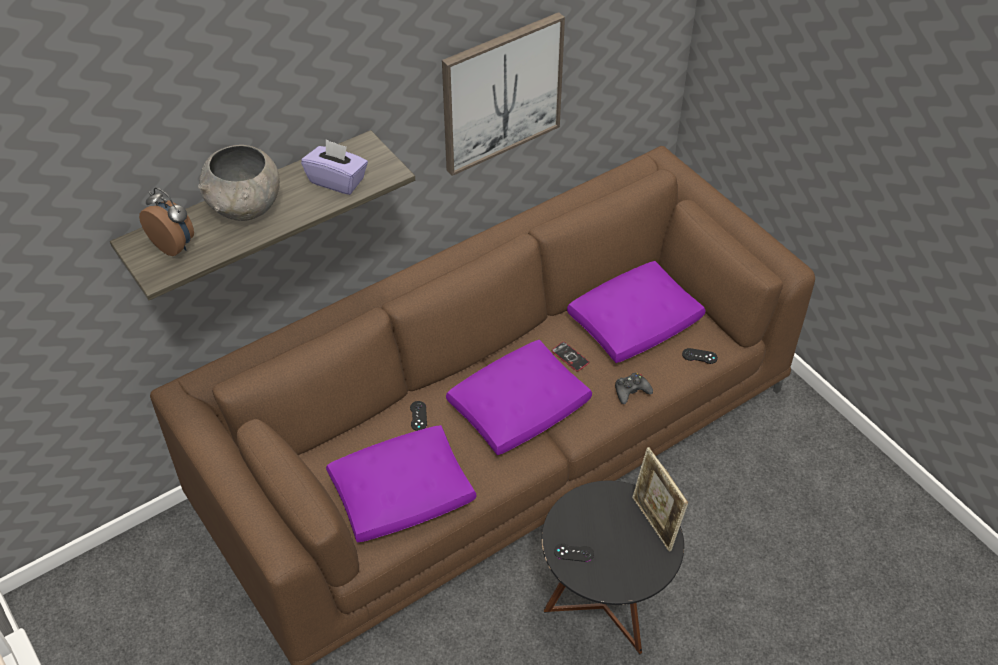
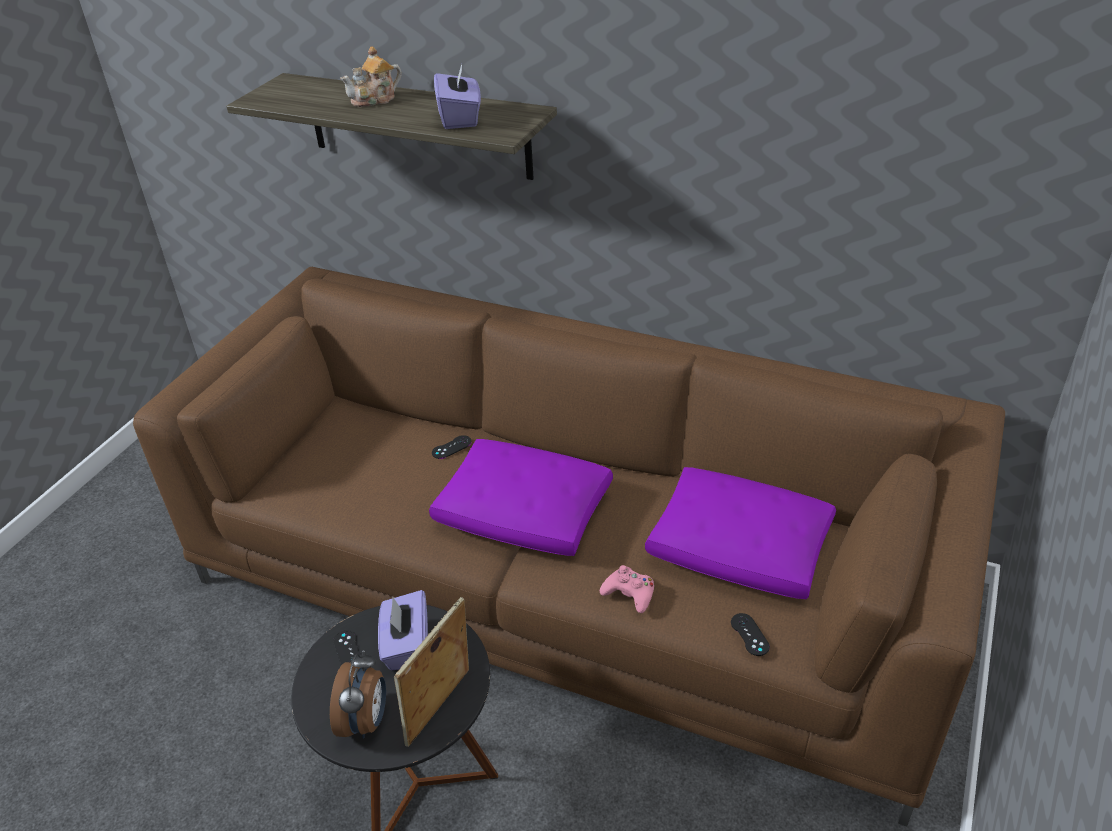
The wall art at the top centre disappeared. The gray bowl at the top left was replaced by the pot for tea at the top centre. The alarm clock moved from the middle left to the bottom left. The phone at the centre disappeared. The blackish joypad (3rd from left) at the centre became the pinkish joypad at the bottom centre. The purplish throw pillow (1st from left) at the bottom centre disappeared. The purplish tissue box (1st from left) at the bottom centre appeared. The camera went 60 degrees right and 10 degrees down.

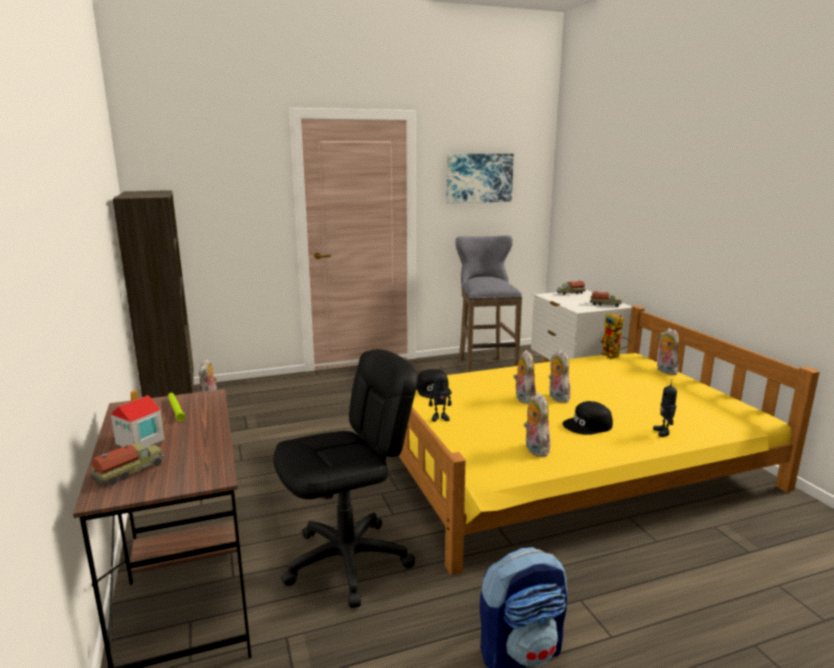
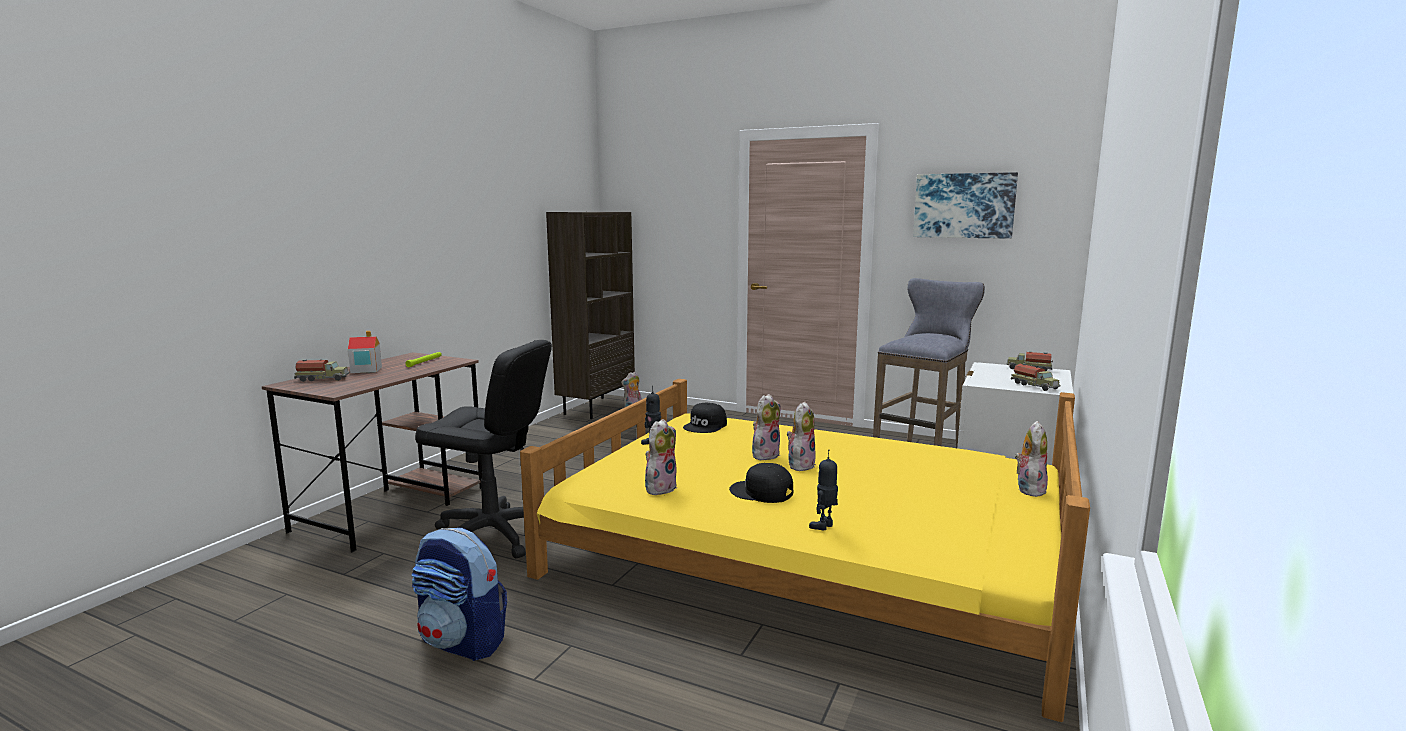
The model robot (2nd from left) at the middle right disappeared. The camera went 45 degrees right and 5 degrees down.

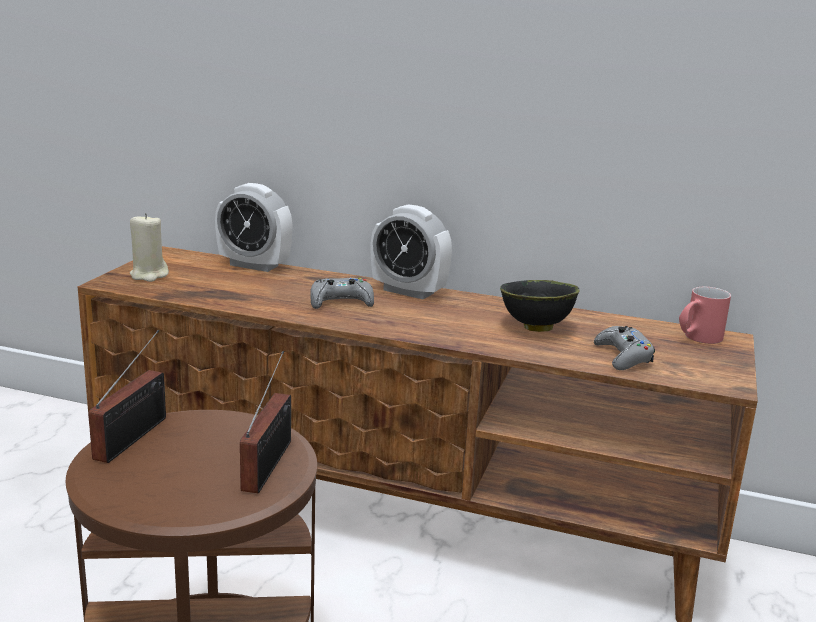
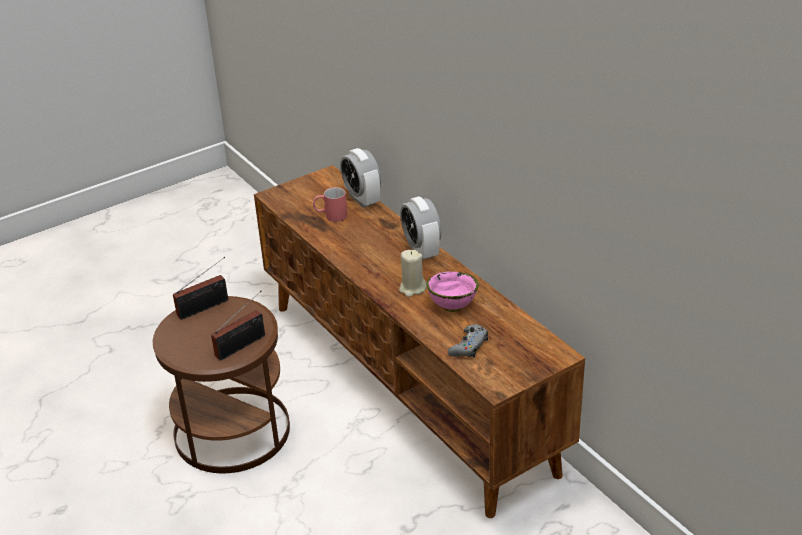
The sand-coloured wax light moved from the middle left to the centre. The gray joypad (1st from left) at the centre disappeared. The blackish bowl at the centre became the pinkish bowl at the centre. The reddish tea mug moved from the middle right to the centre. The camera went 40 degrees right and 15 degrees up.

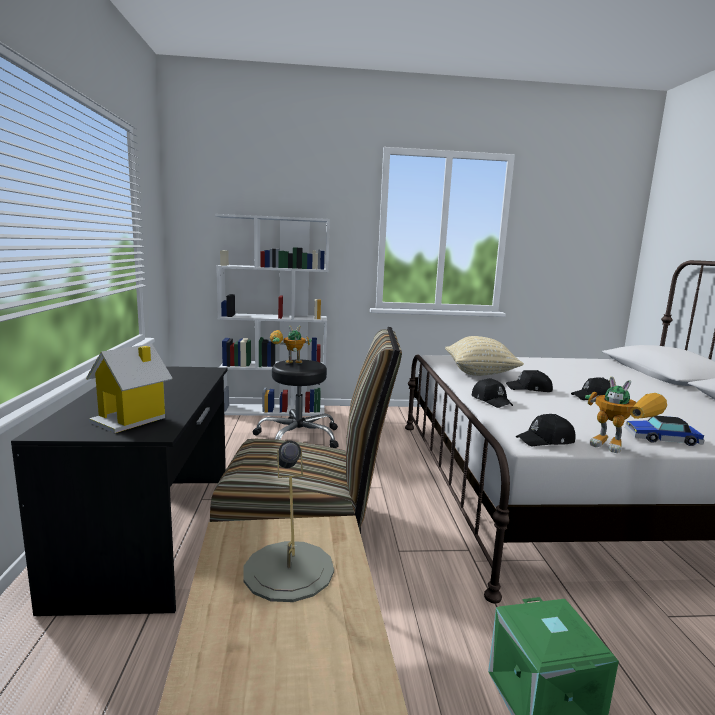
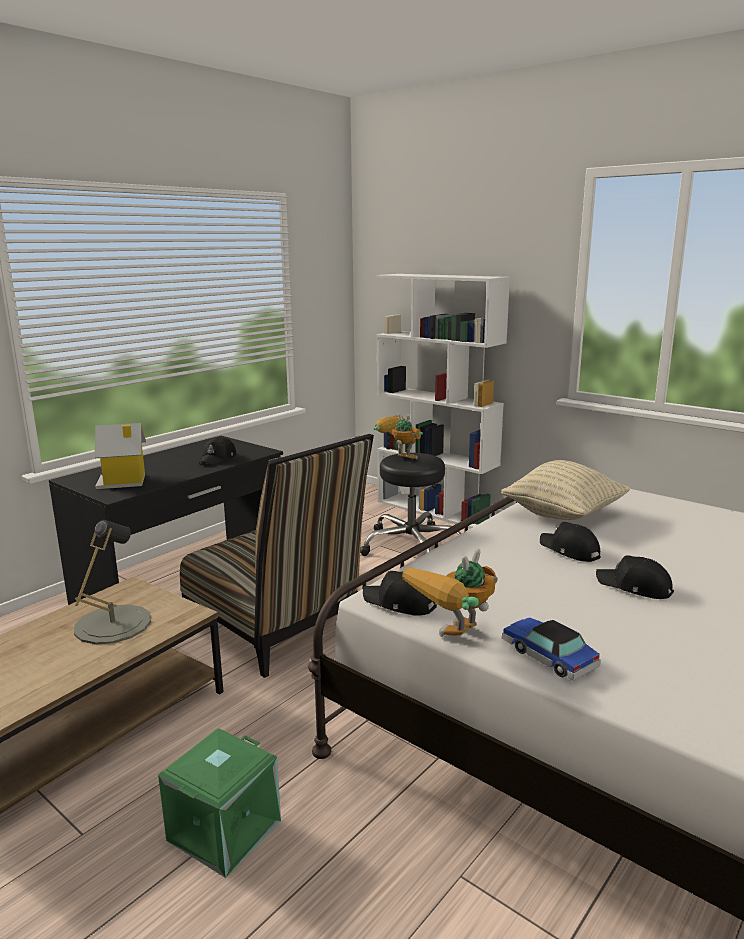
The model robot (2nd from left) at the middle right turned 45 degrees clockwise. The blackish baseball cap (1st from left) moved from the middle right to the middle left. The camera went 45 degrees right and 5 degrees up.

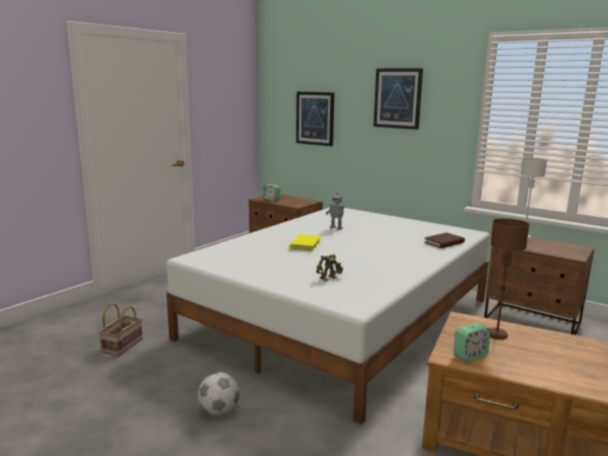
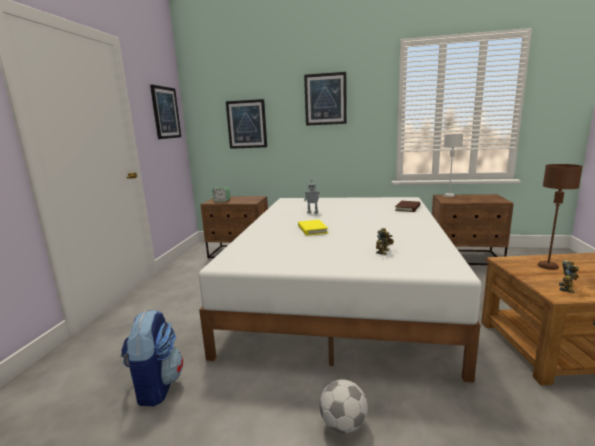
The basket at the bottom left was replaced by the knapsack at the bottom left. The alarm clock (2nd from left) at the bottom right was replaced by the model robot (3rd from left) at the middle right. The wall art (1st from left) at the top left appeared. The camera went 25 degrees left and 0 degrees up.

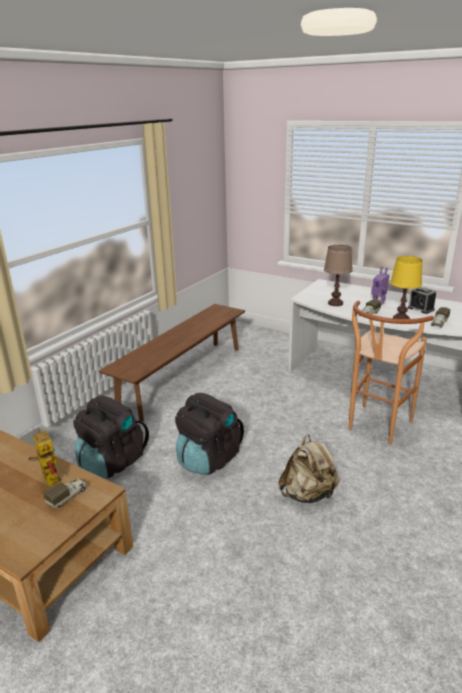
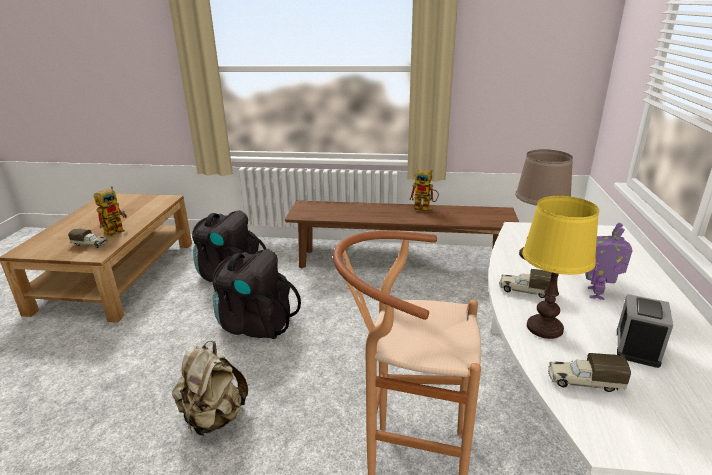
The model robot (2nd from left) at the centre appeared. The camera went 65 degrees right and 0 degrees up.

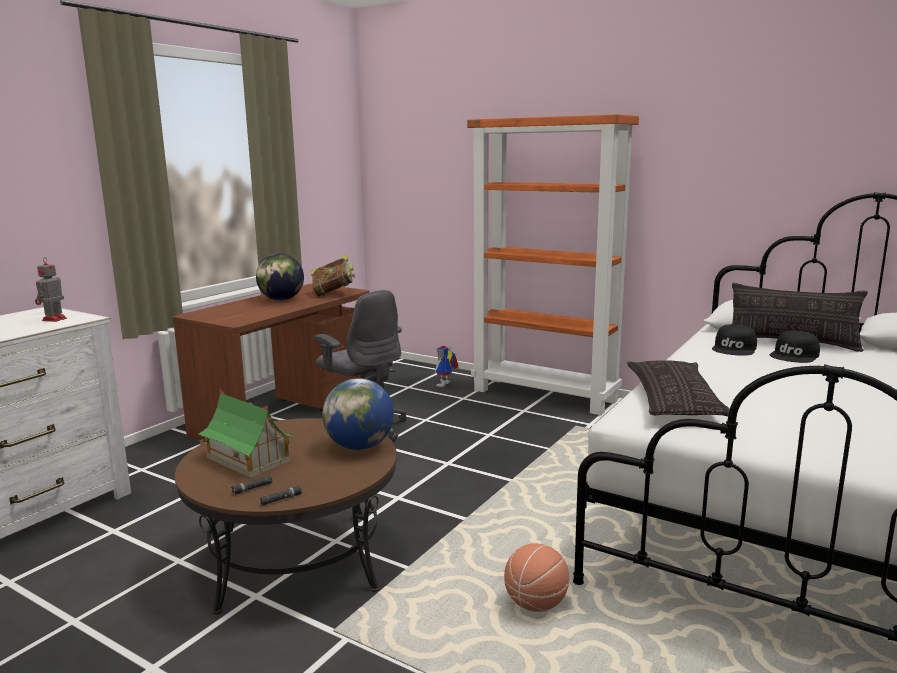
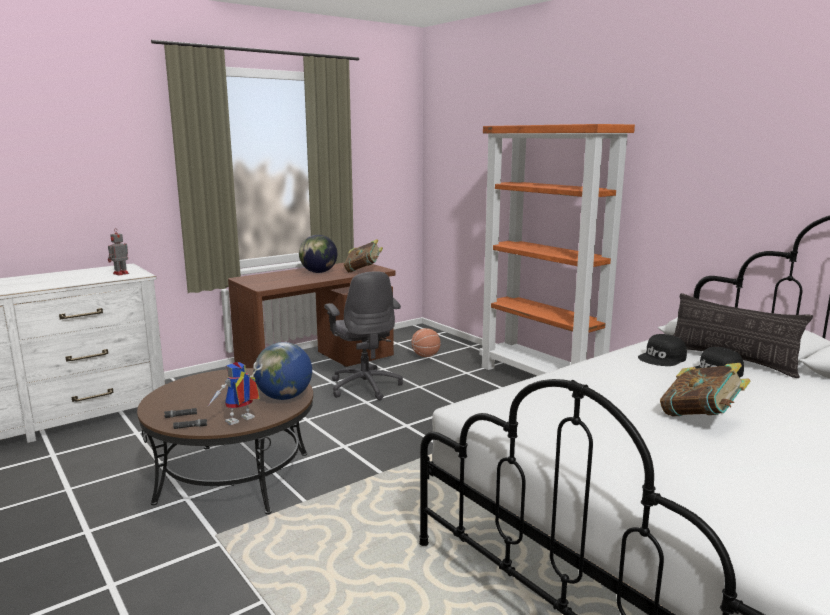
The model robot (2nd from left) moved from the centre to the middle left. The throw pillow (1st from left) at the middle right disappeared. The model house at the middle left disappeared. The basketball moved from the bottom centre to the centre. The book (2nd from left) at the middle right appeared. The camera went 20 degrees right and 0 degrees up.

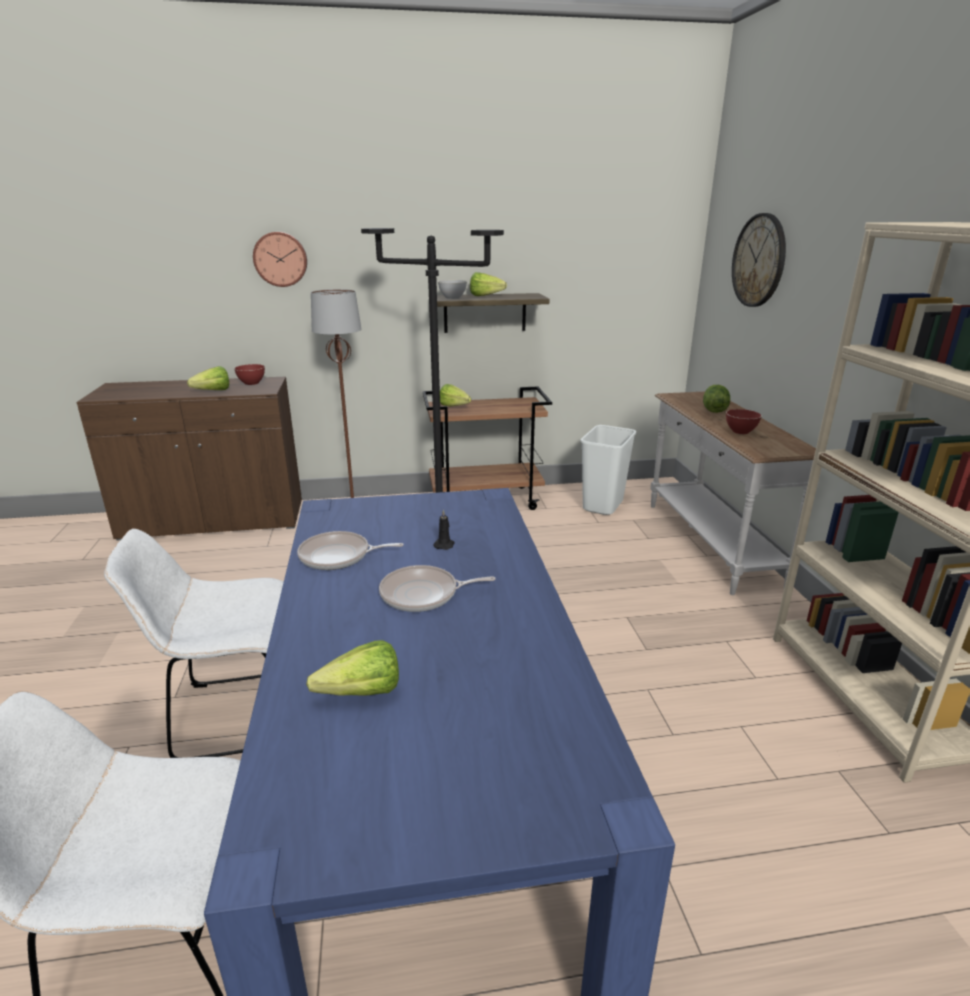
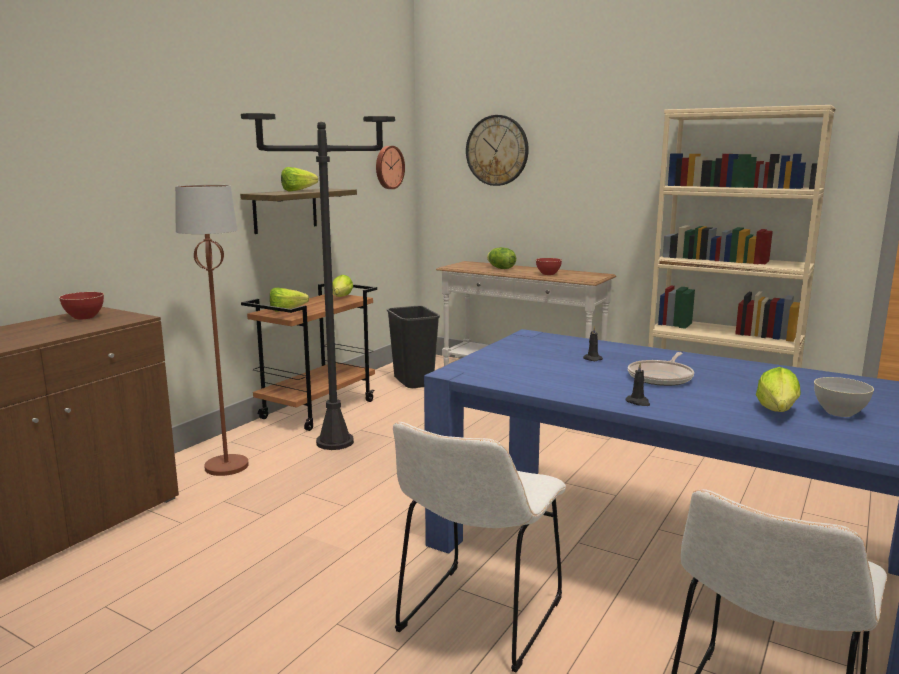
The hanging clock (1st from left) moved from the top left to the top centre. The gray bowl moved from the top centre to the middle right. The lettuce (1st from left in the first image) moved from the middle left to the centre. The white trash can at the centre became the blackish trash can at the centre. The pan (1st from left) at the centre disappeared. The blackish wax light (2nd from left) at the middle right appeared. The camera went 50 degrees left and 10 degrees down.

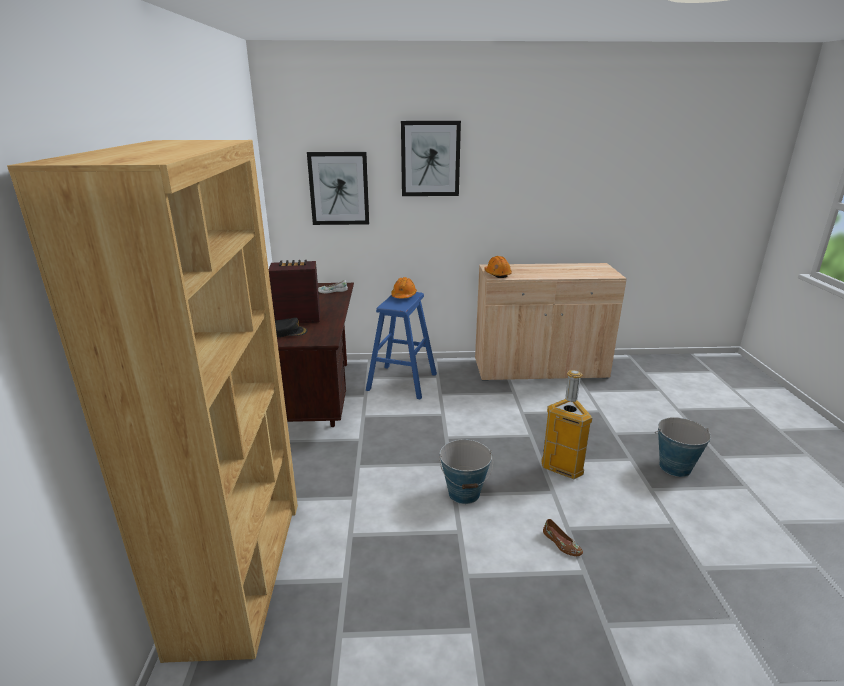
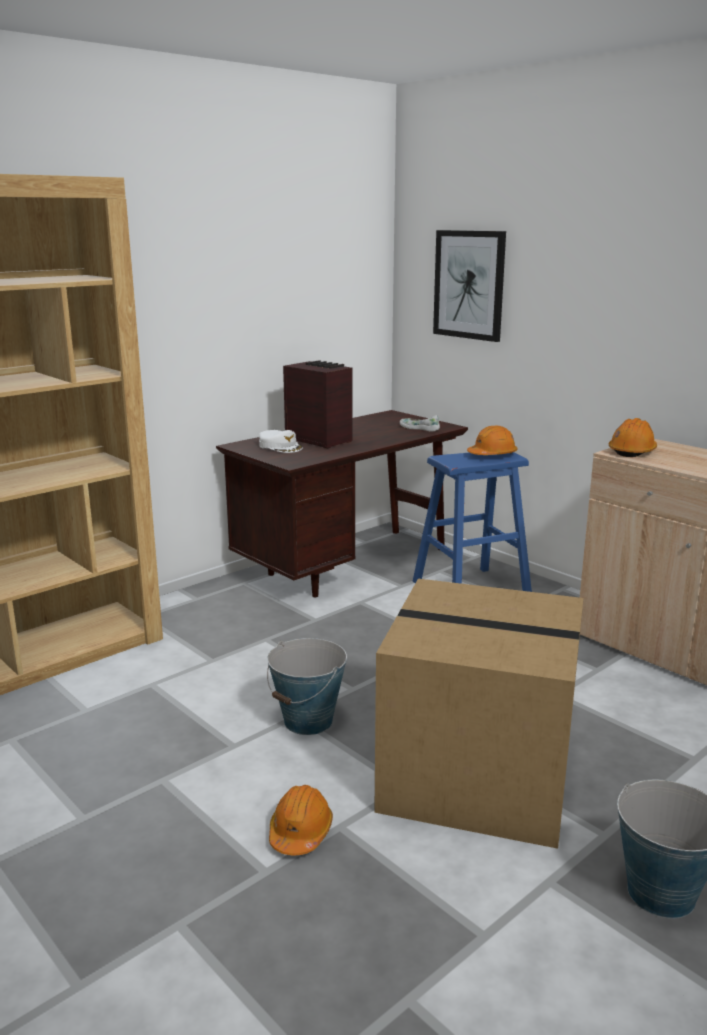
The wall art (2nd from left) at the top centre disappeared. The blackish baseball cap at the centre became the white baseball cap at the centre. The trash can at the middle right was replaced by the packing box at the bottom right. The brown item of footwear at the bottom right was replaced by the orange safety helmet (1st from left) at the bottom centre. The camera went 50 degrees right and 5 degrees down.

